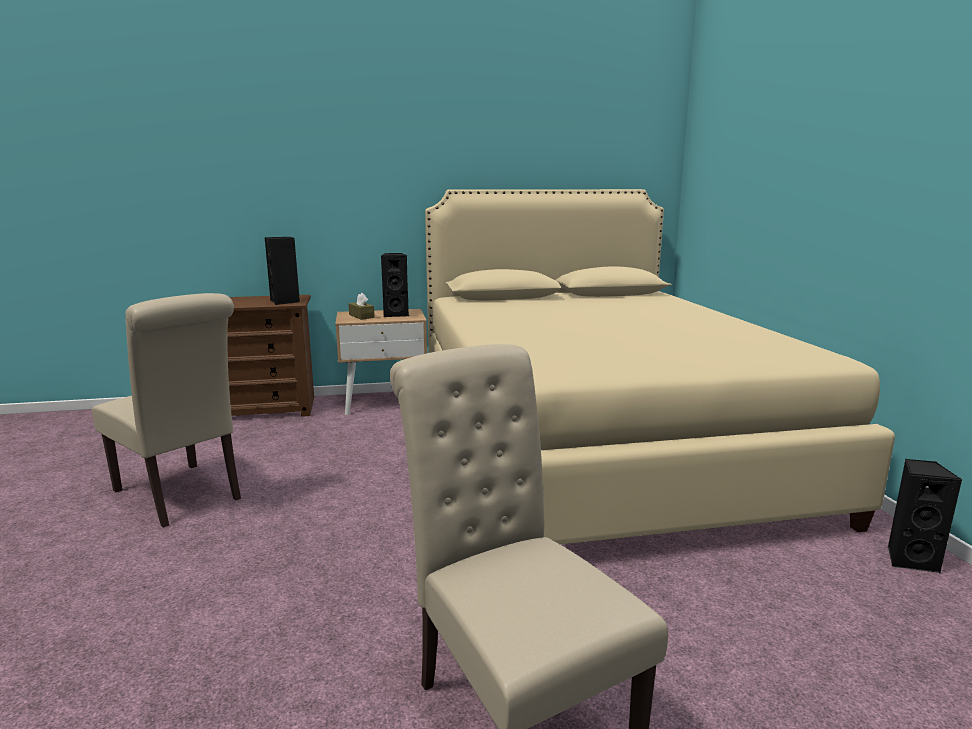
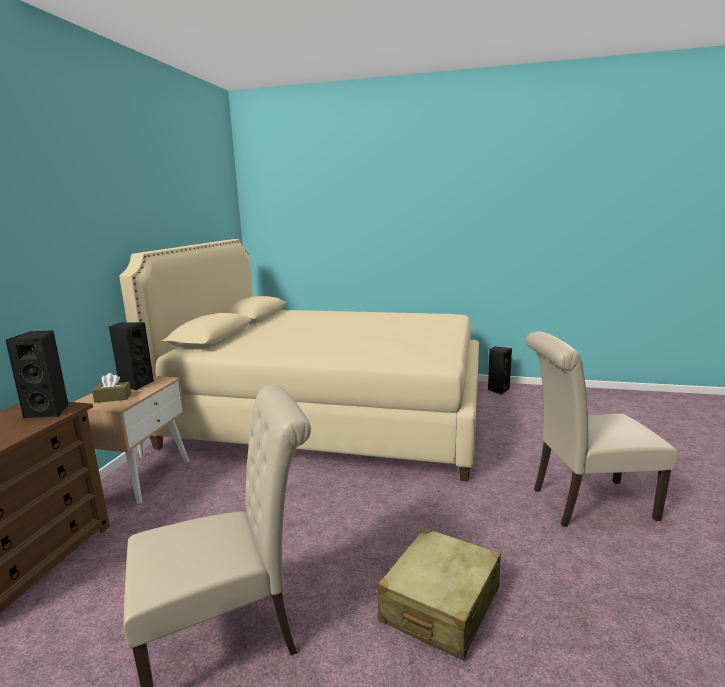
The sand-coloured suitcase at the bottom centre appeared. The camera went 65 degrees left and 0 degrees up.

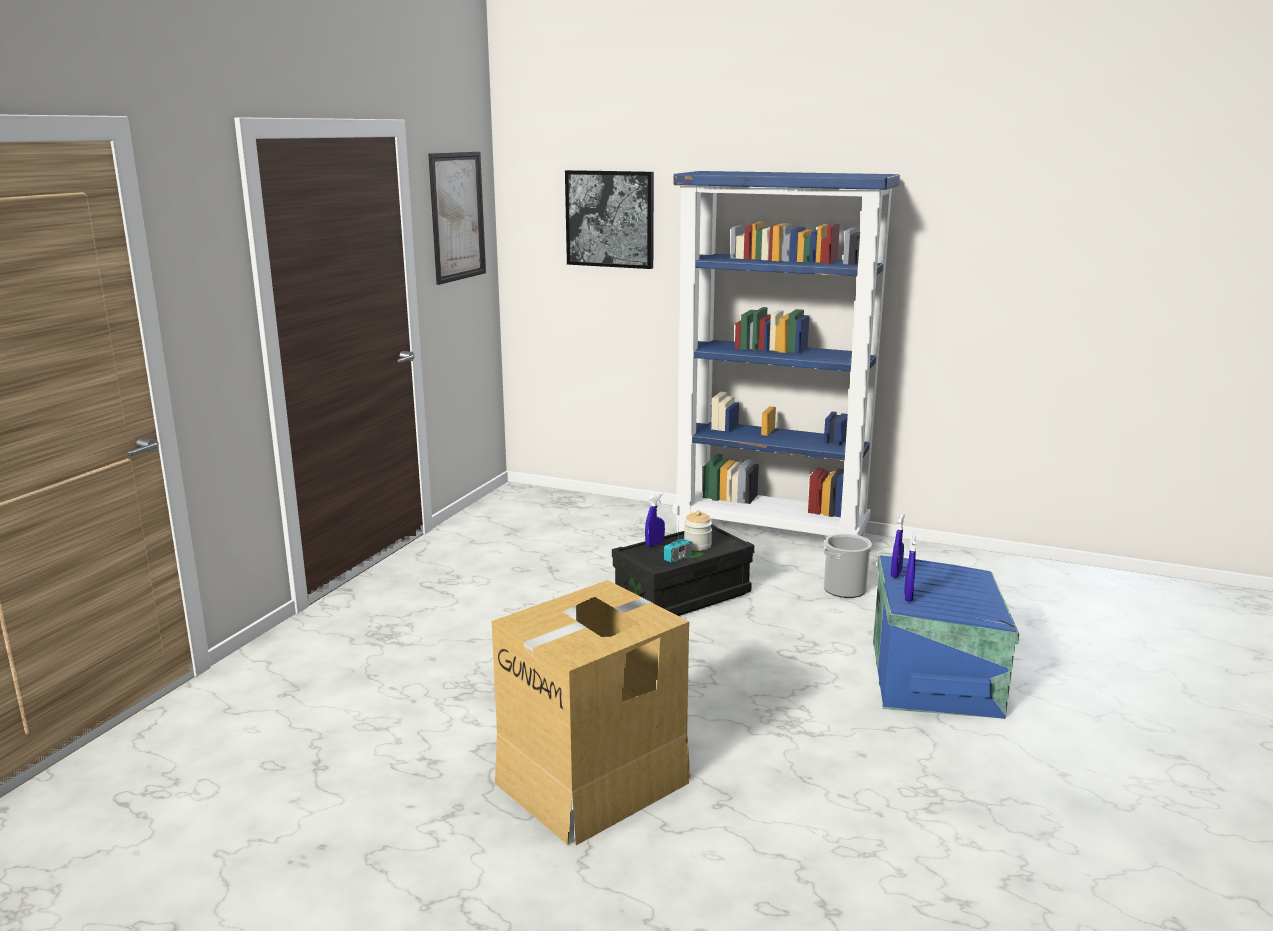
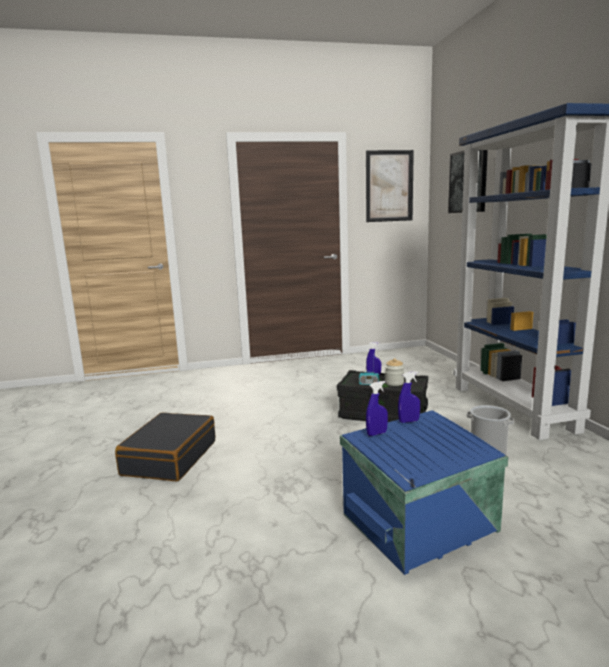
The packing box at the bottom centre was replaced by the blackish suitcase at the bottom left. The camera went 55 degrees right and 5 degrees down.

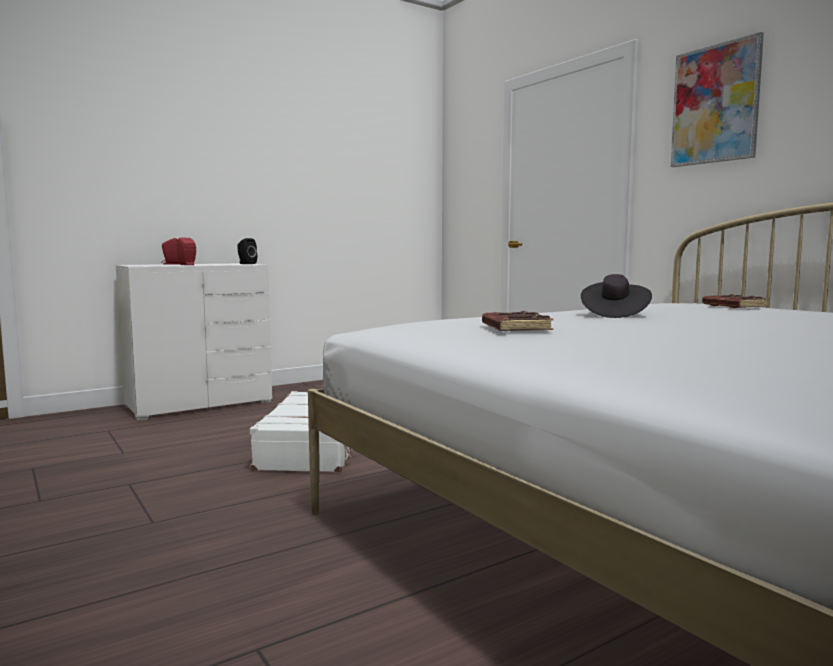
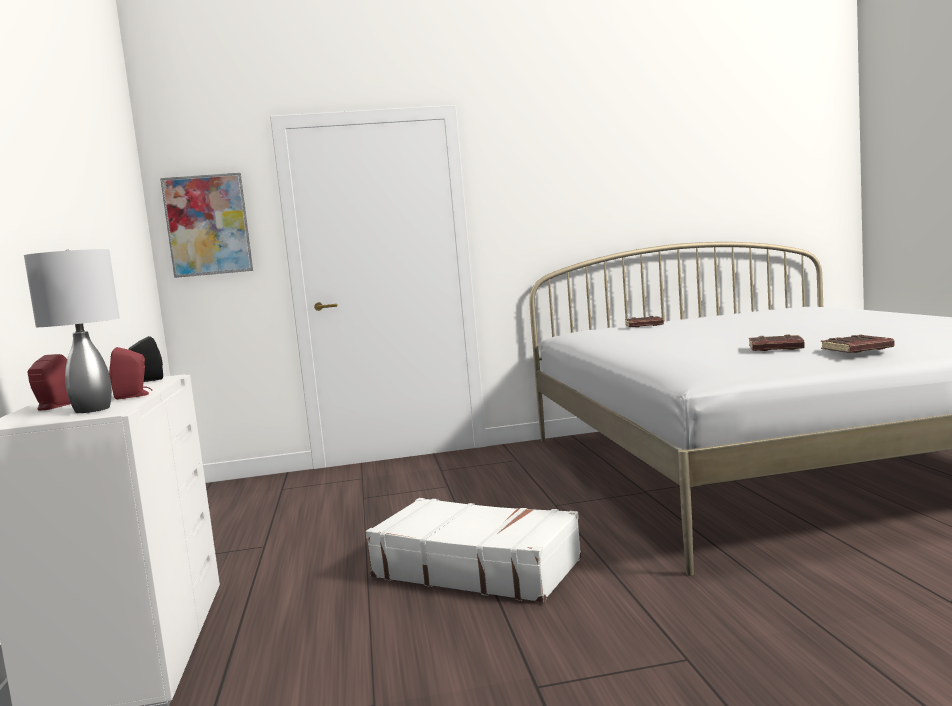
The wall art moved from the top right to the top left. The blackish hat at the middle right disappeared. The gray lamp for a table at the middle left appeared. The brown book (3rd from left) at the middle right appeared. The camera went 65 degrees left and 0 degrees up.

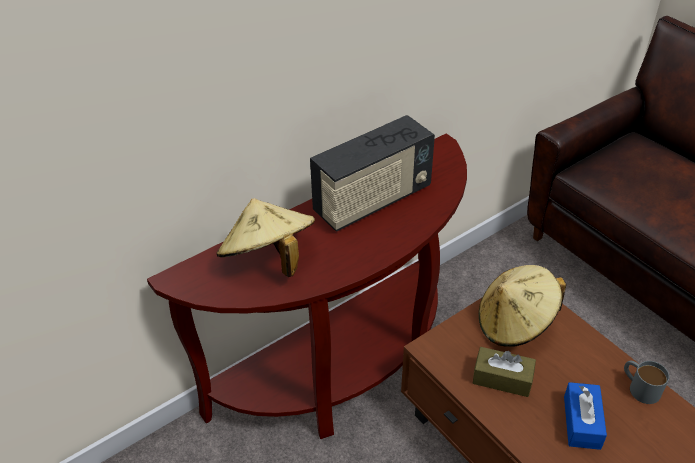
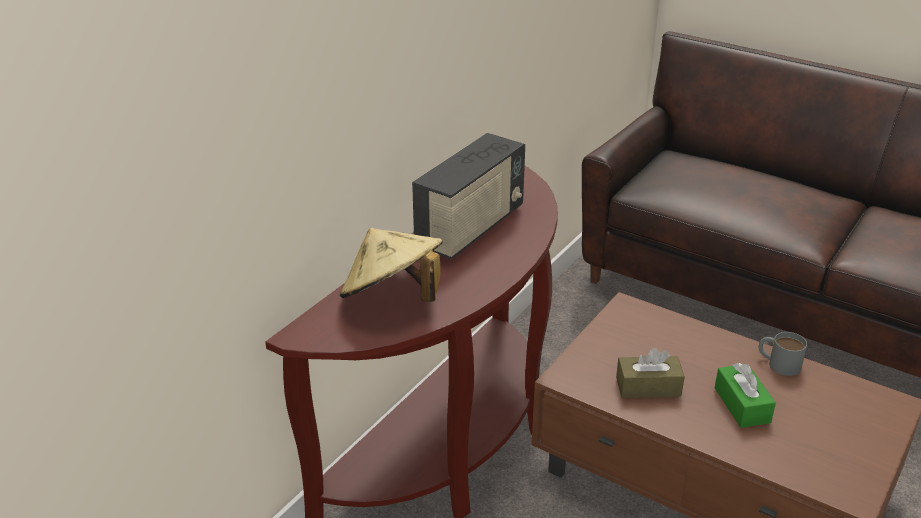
The sand-coloured hat (2nd from left) at the middle right disappeared. The bluish tissue box at the bottom right became the green tissue box at the bottom right. The camera went 20 degrees left and 10 degrees down.

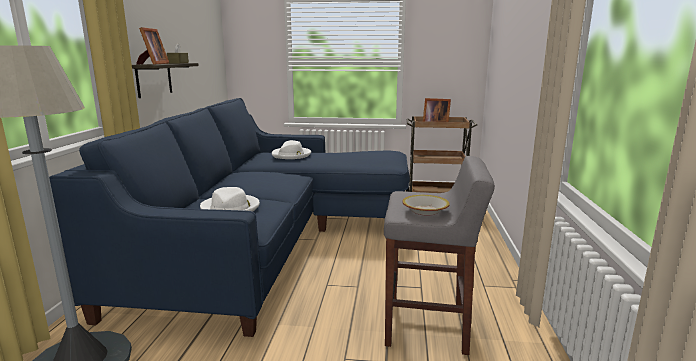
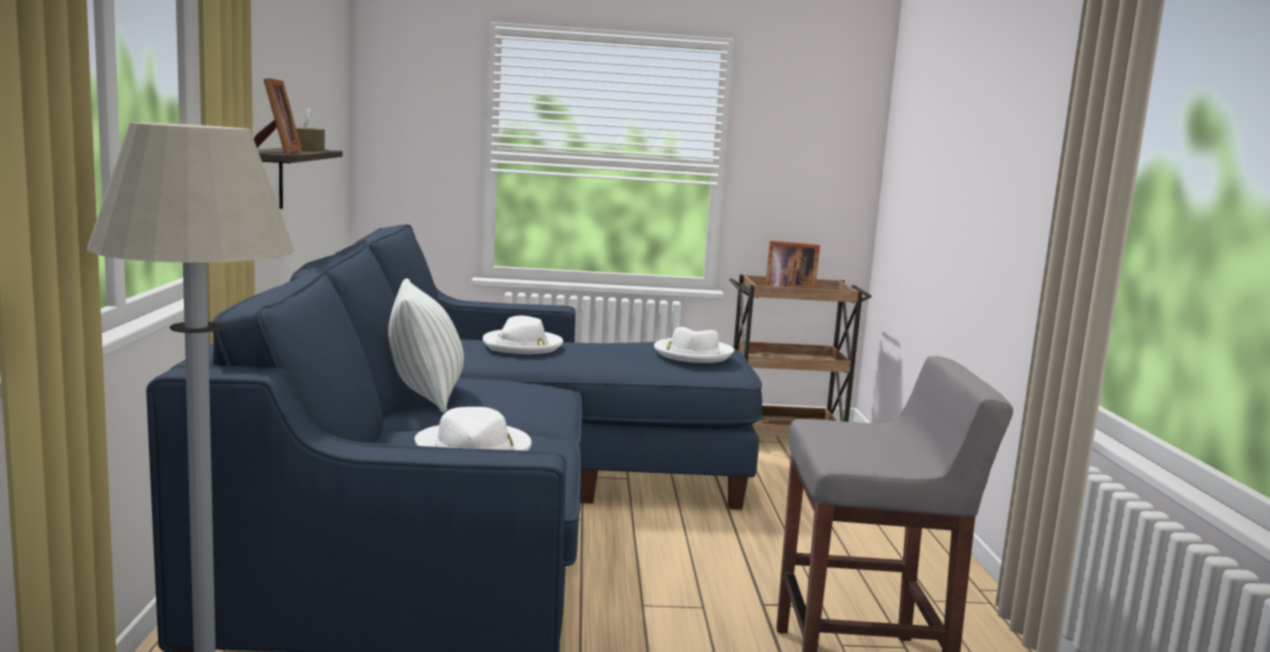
The bowl at the centre disappeared. The throw pillow at the centre appeared. The white hat (3rd from left) at the centre appeared. The camera went 10 degrees left and 5 degrees down.

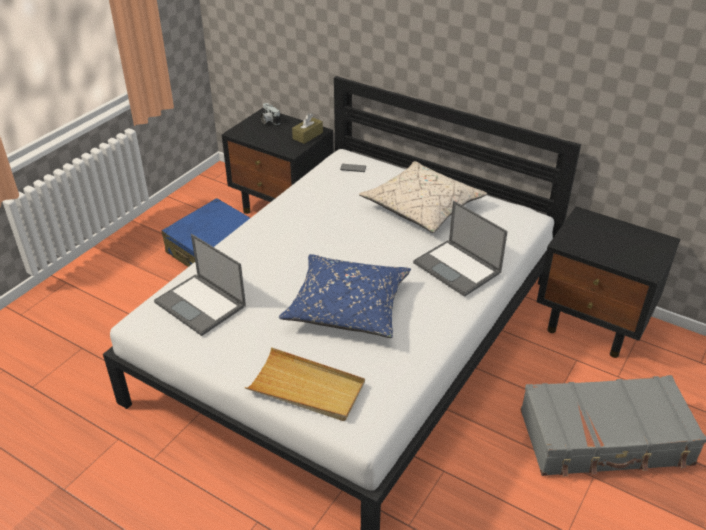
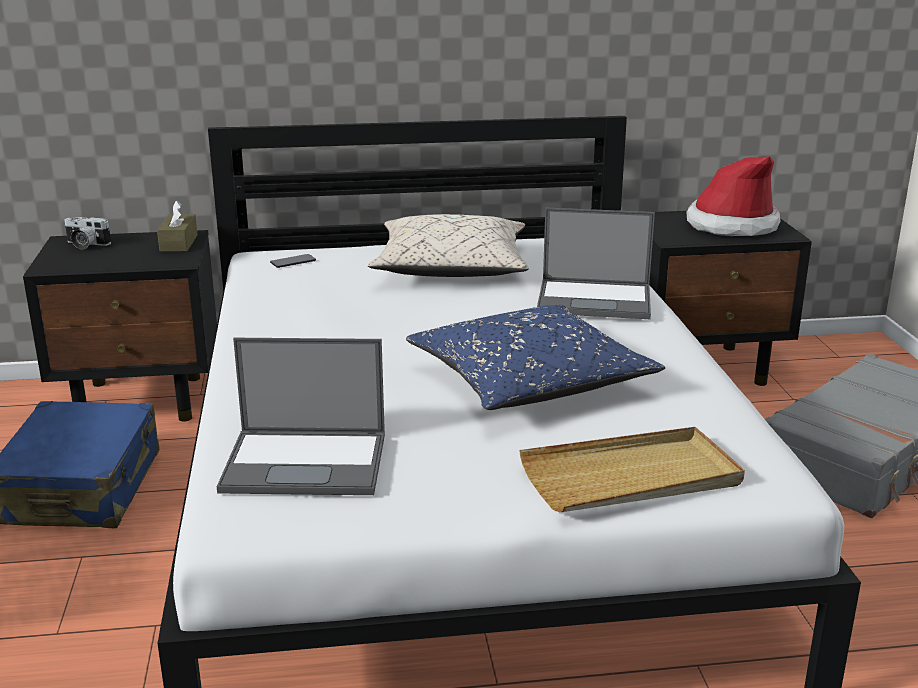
The hat at the top right appeared. The camera went 40 degrees left and 15 degrees down.

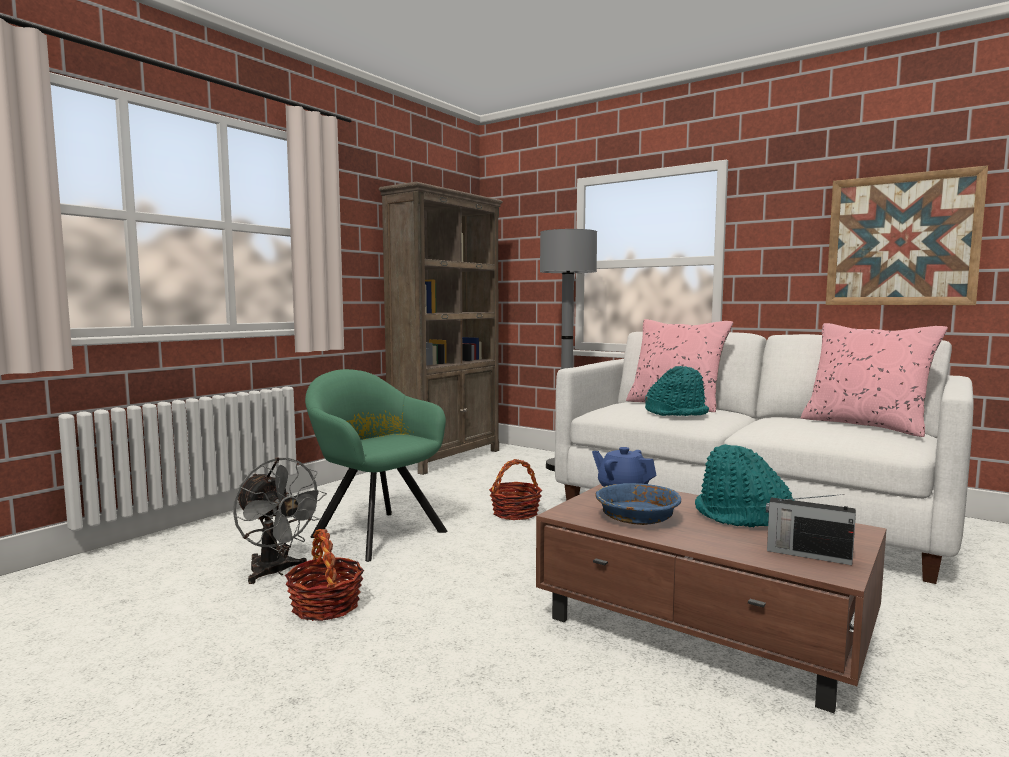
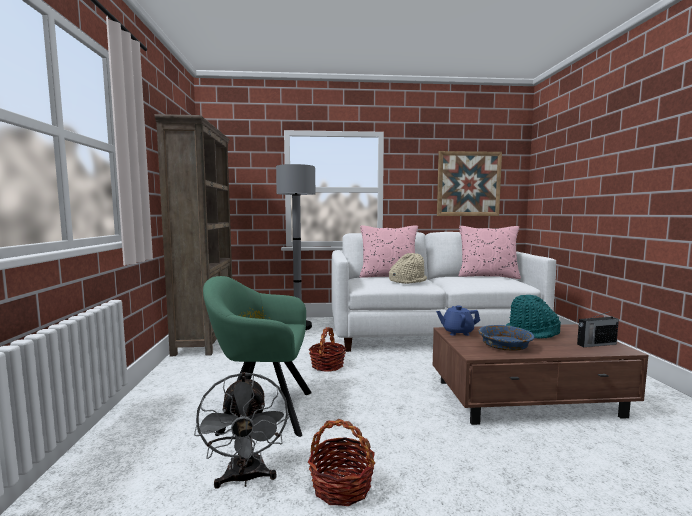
The blue-green hat (1st from left) at the middle right became the sand-coloured hat at the centre. The gray fan at the bottom left turned 75 degrees clockwise. The camera went 40 degrees left and 0 degrees up.

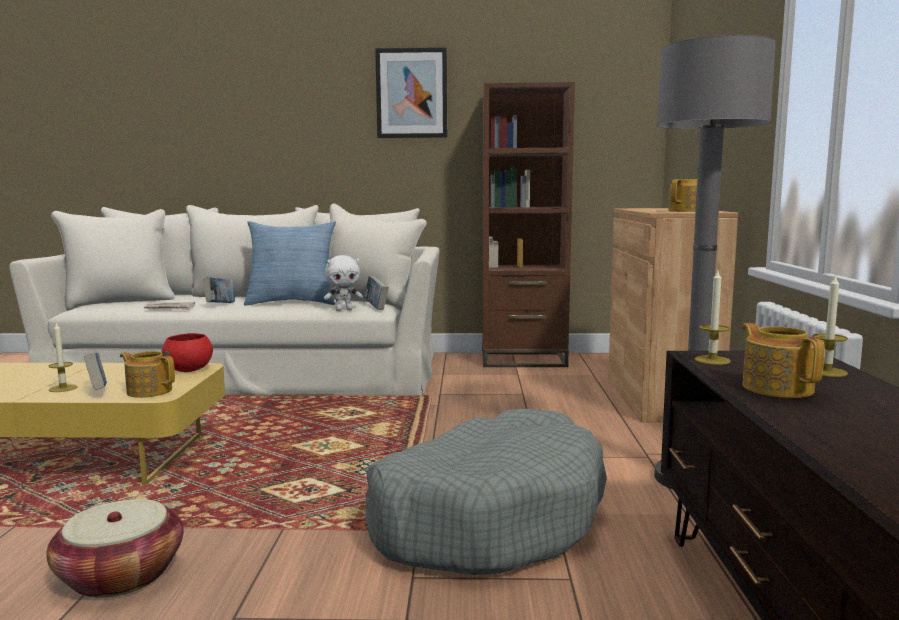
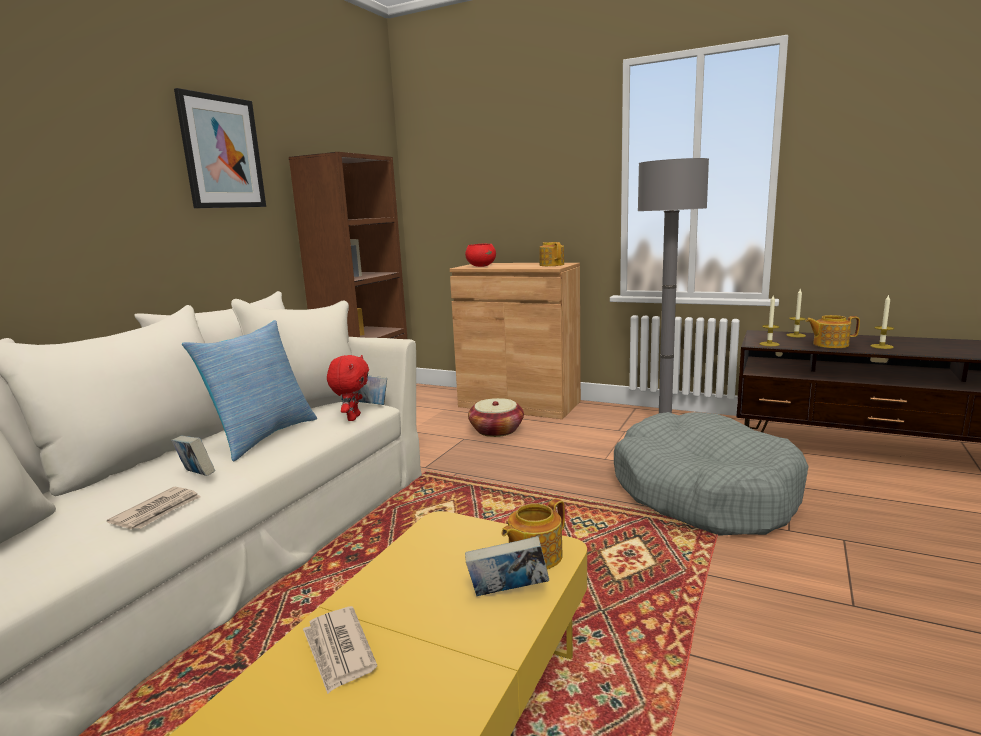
The white cuddly toy at the centre became the reddish cuddly toy at the centre. The wax light (1st from left in the first image) moved from the middle left to the middle right. The reddish bowl moved from the middle left to the centre. The basket moved from the bottom left to the centre. The printed paper (2nd from left) at the bottom centre appeared. The camera went 65 degrees left and 5 degrees up.

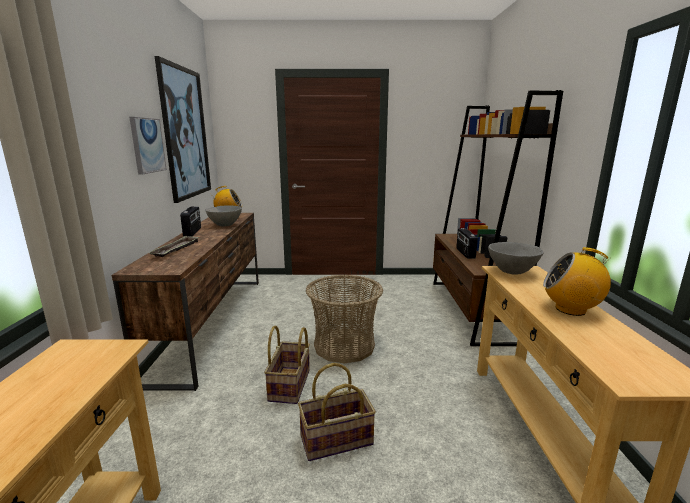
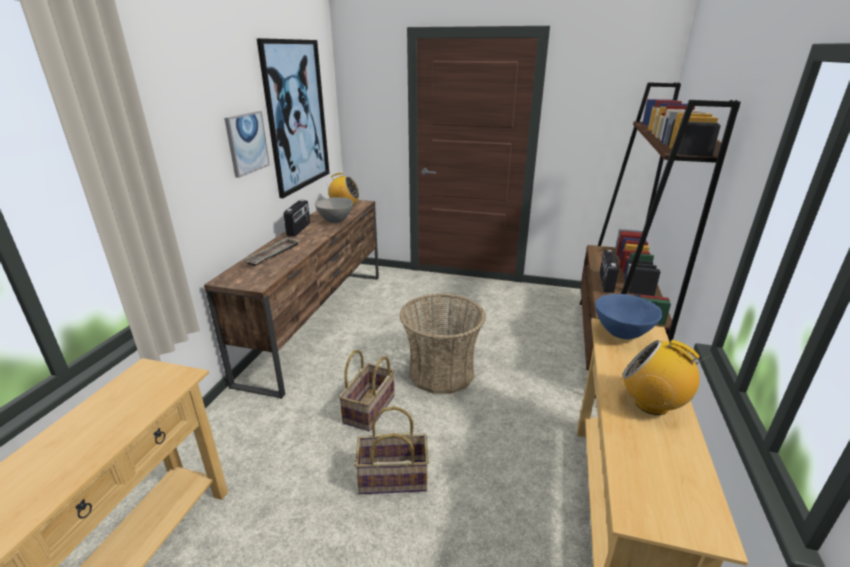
The gray bowl (2nd from left) at the middle right became the bluish bowl at the middle right. The camera went 15 degrees right and 10 degrees up.

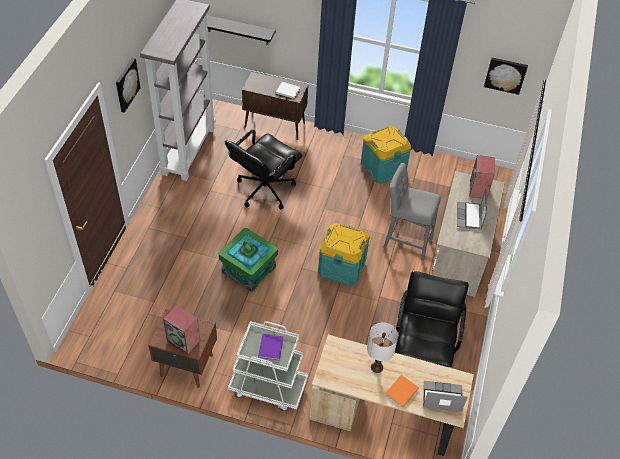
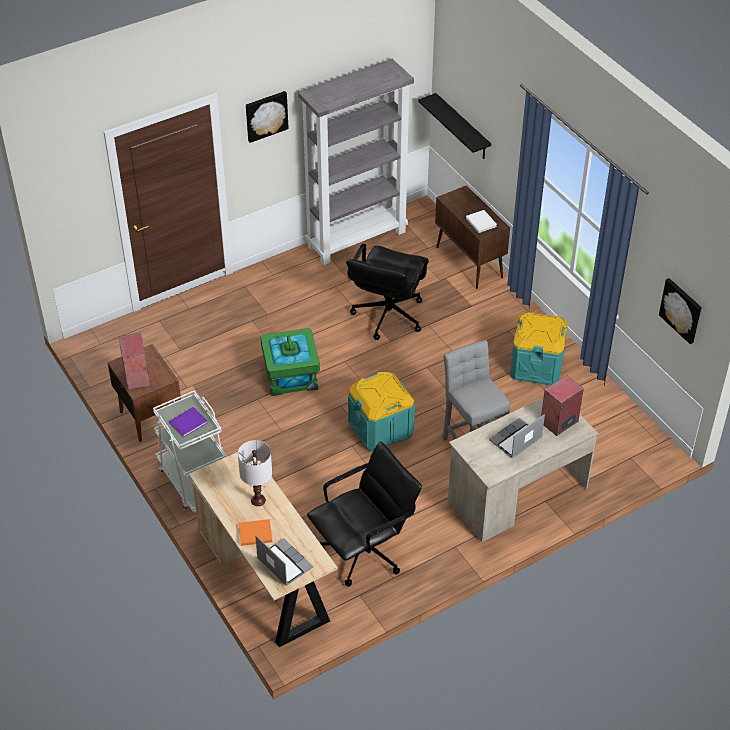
The blackish office chair (1st from left in the first image) at the centre turned 60 degrees counterclockwise. The camera went 45 degrees right and 5 degrees down.

